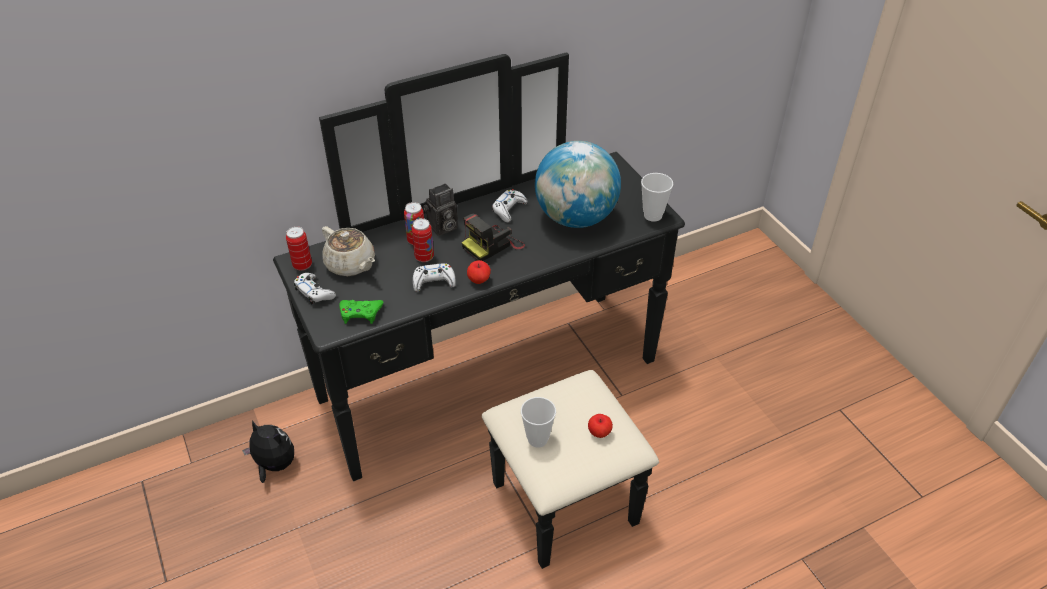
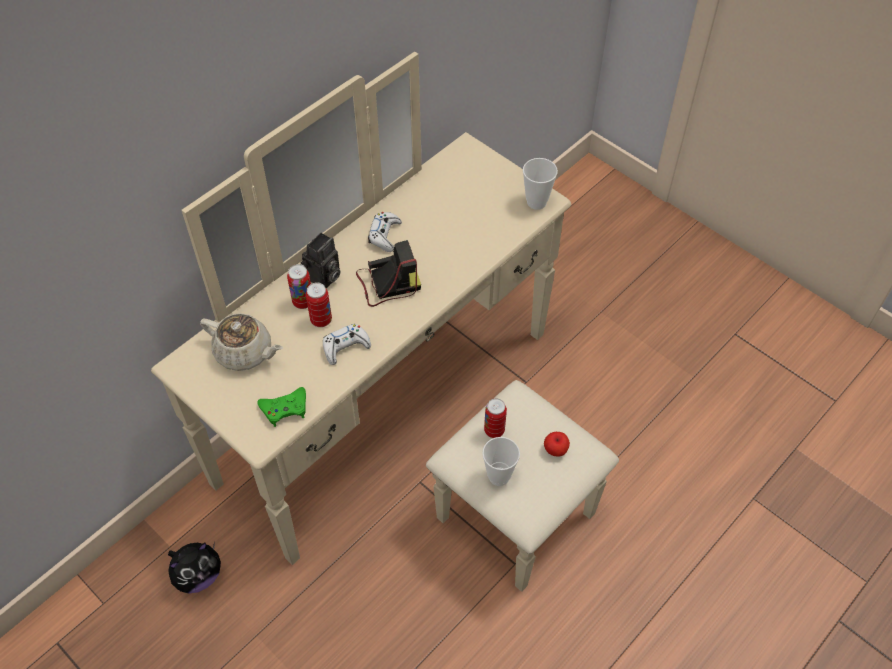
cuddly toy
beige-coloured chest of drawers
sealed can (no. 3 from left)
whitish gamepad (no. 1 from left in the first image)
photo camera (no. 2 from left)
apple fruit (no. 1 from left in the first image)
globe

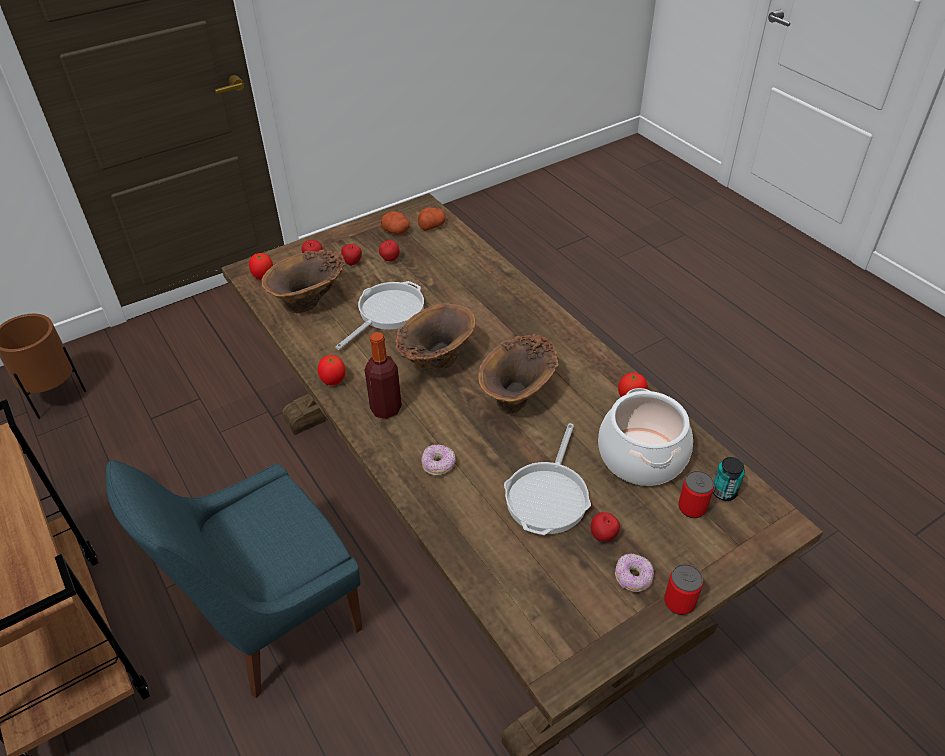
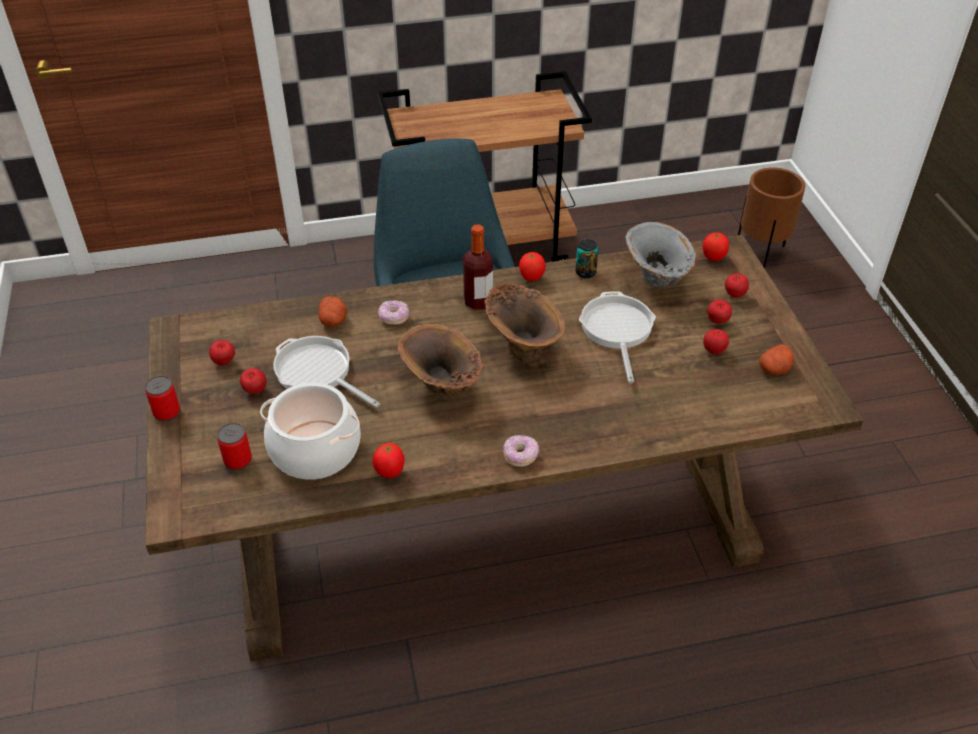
grey decorative vase
pan (no. 2 from left)
spud (no. 1 from left)
donut (no. 2 from left)
sealed can (no. 3 from left)
apple fruit (no. 1 from left)

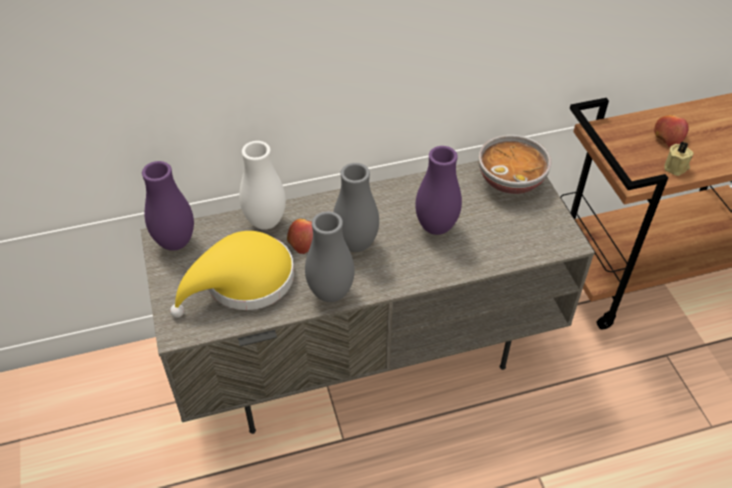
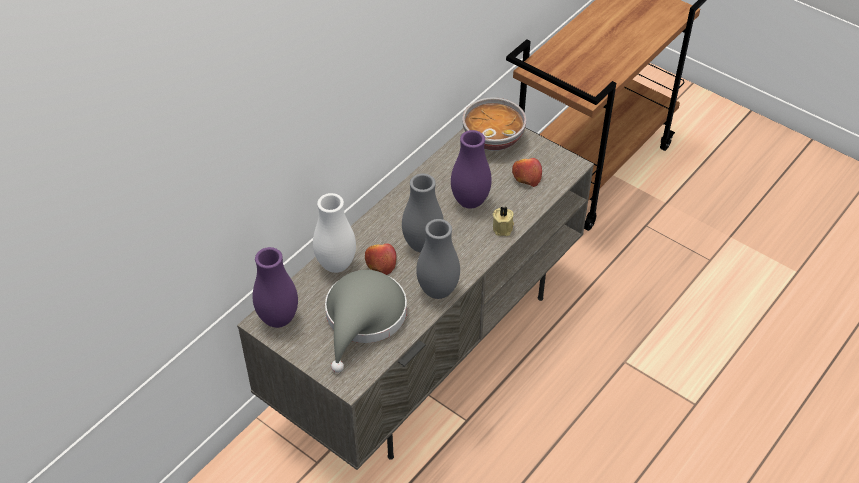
grey hat
apple fruit (no. 2 from left)
beige-coloured candle

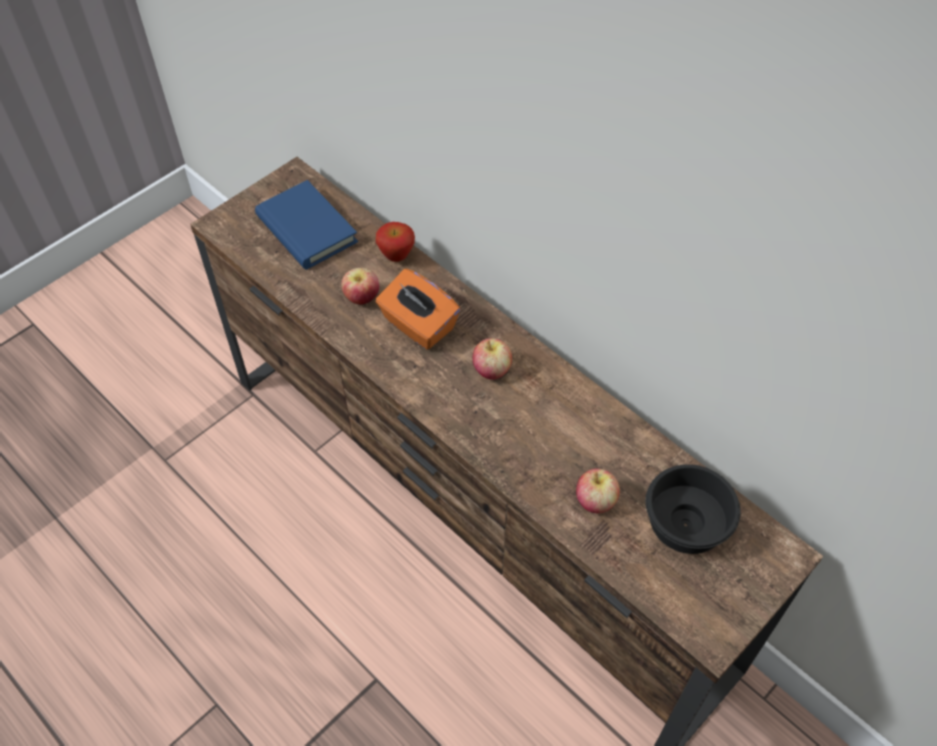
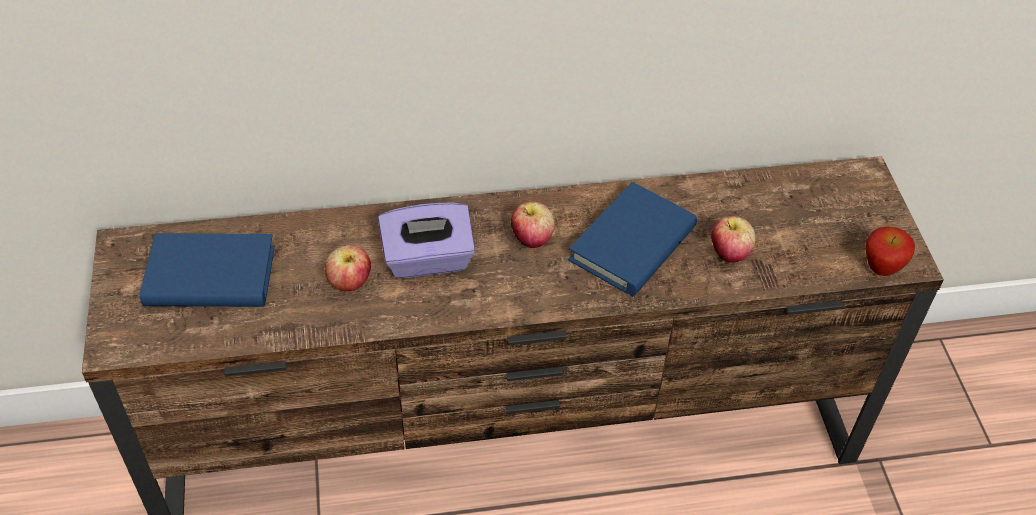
apple fruit (no. 4 from left)
purplish tissue holder
black deep dish
blue-coloured volume (no. 2 from left)

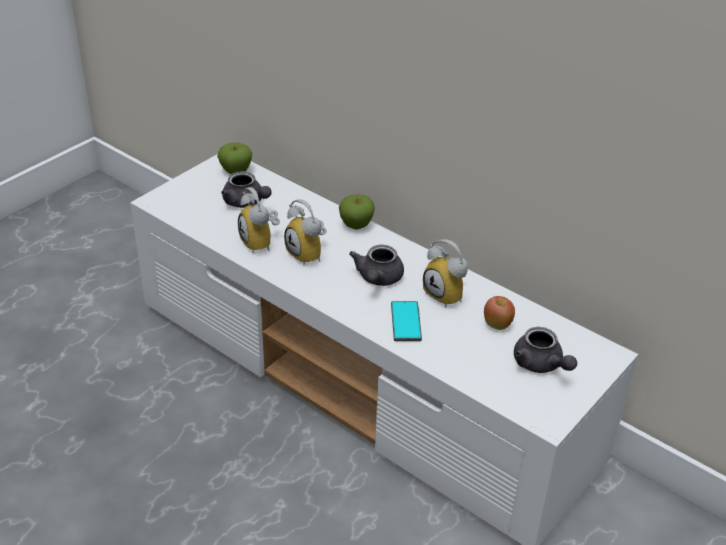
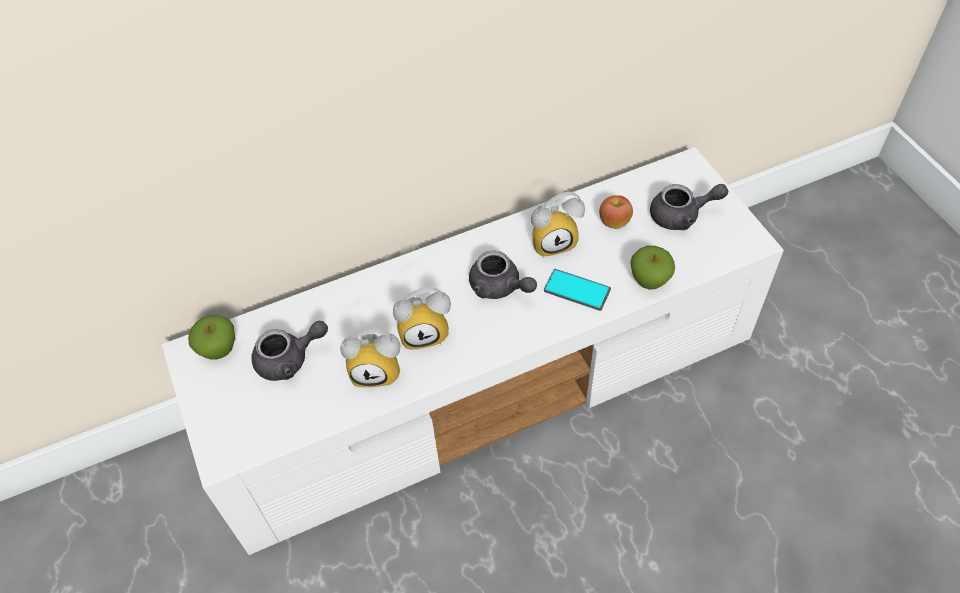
apple fruit (no. 3 from left)

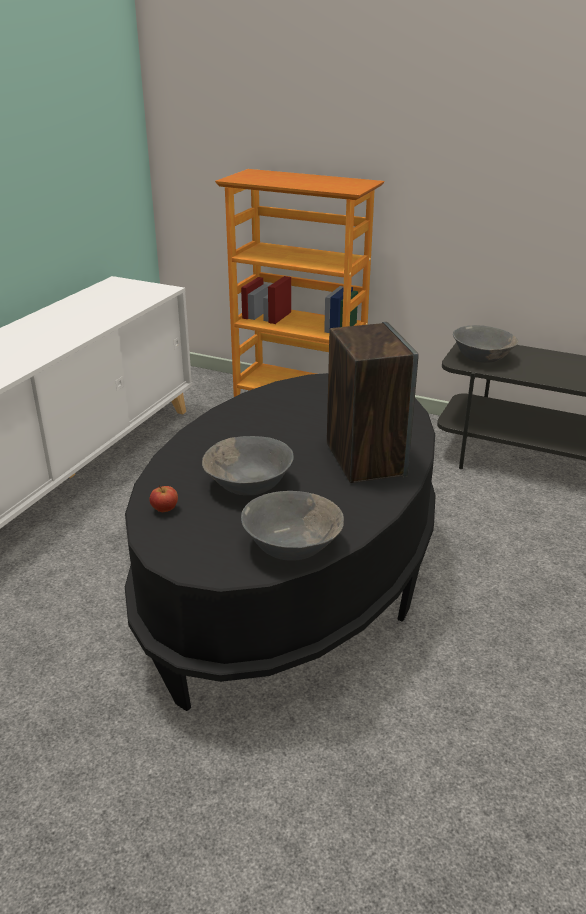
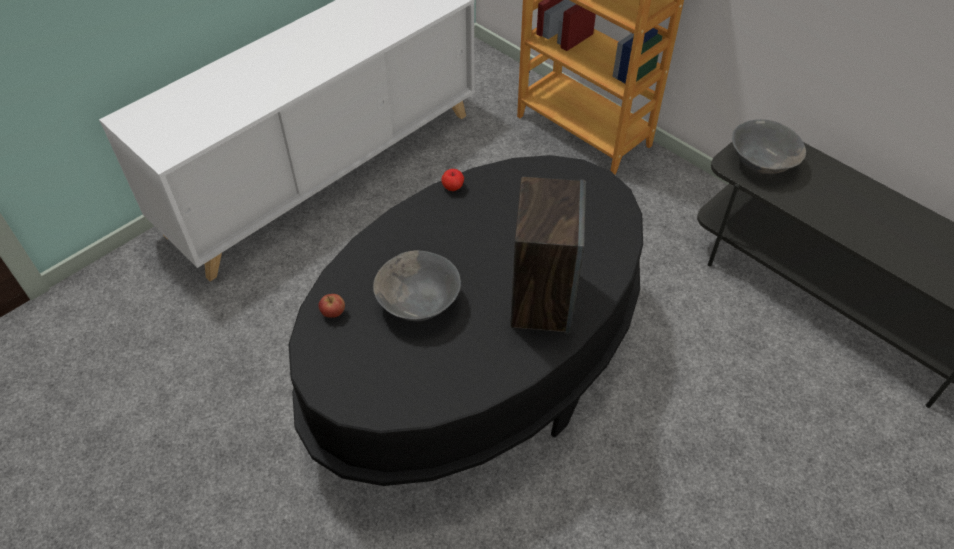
grey deep dish (no. 2 from left in the first image)
apple fruit (no. 2 from left)

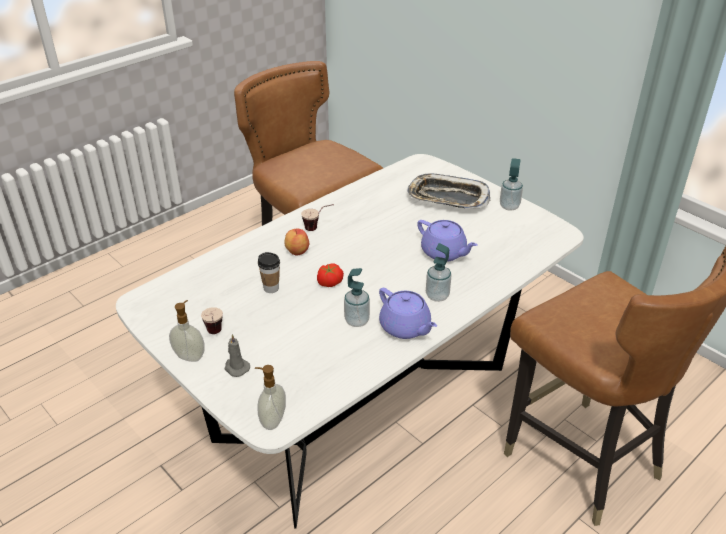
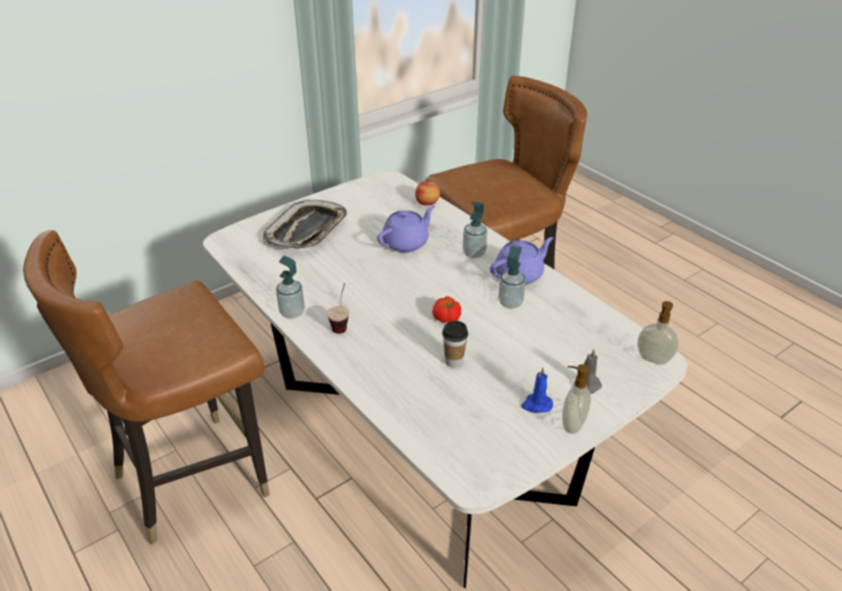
blue-coloured candle
apple fruit
soap dispenser (no. 1 from left)

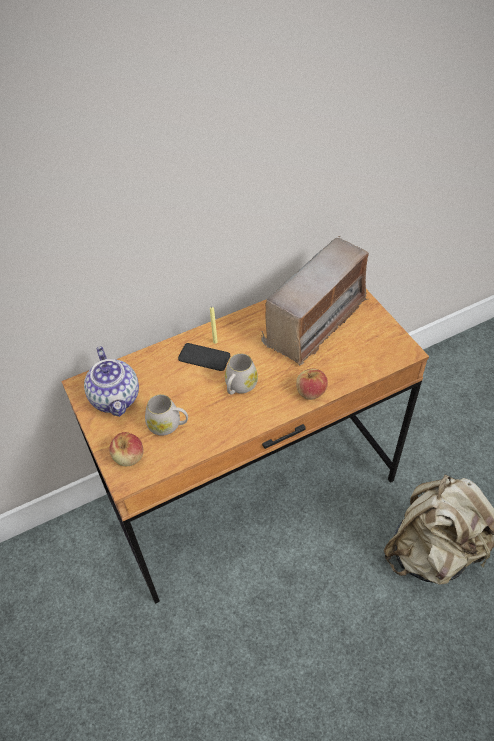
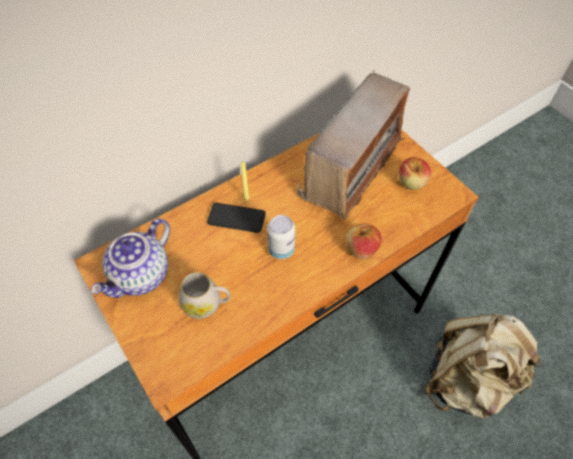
tea pot
apple fruit (no. 2 from left)
sealed can

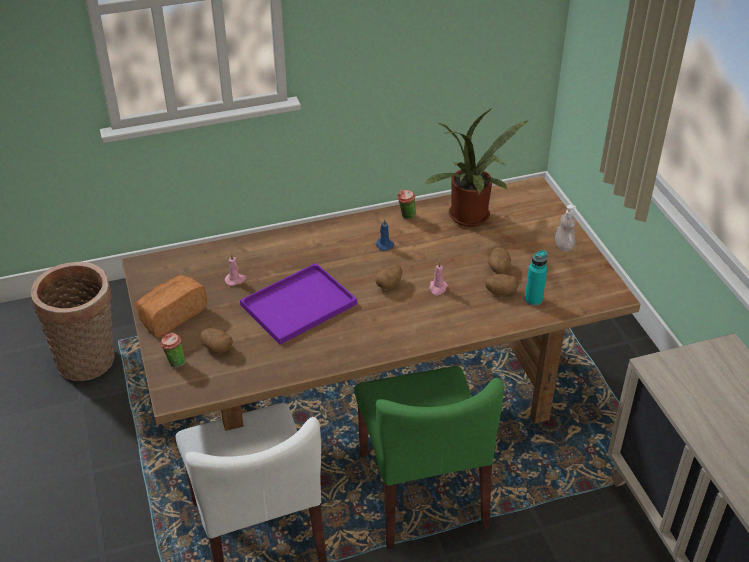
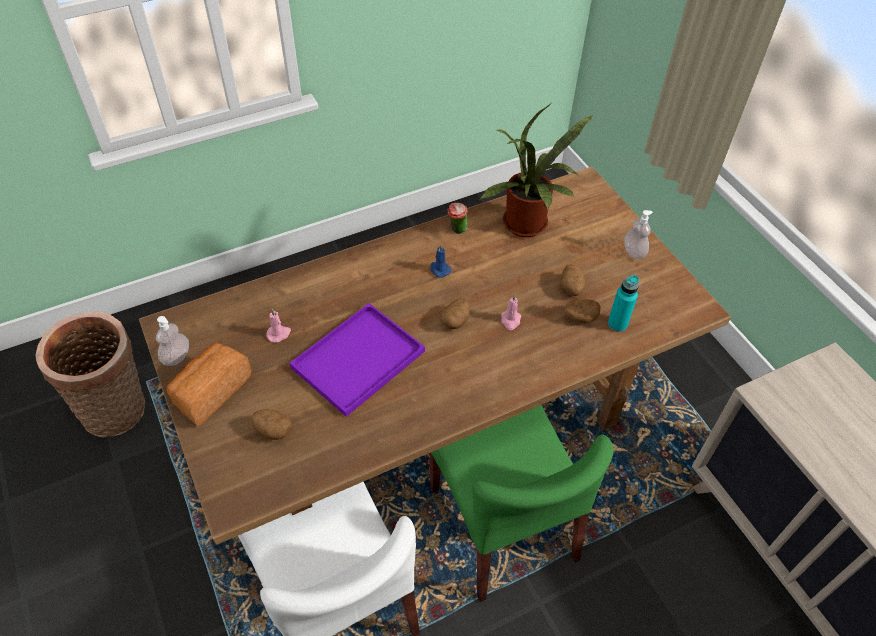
small cup (no. 1 from left in the first image)
soap dispenser (no. 1 from left)

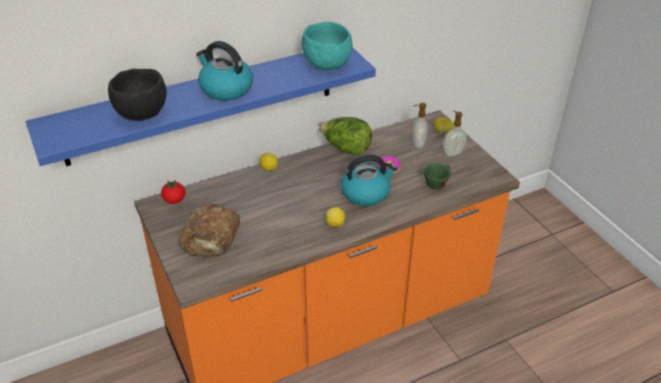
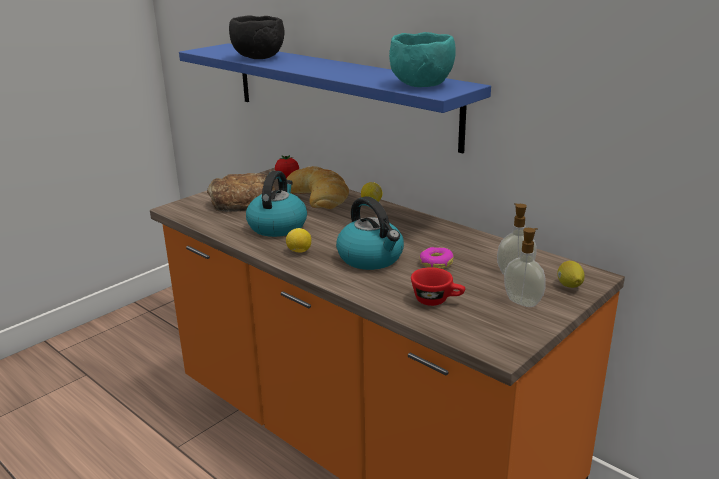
kettle (no. 1 from left)
lettuce
red-coloured small cup
bread (no. 2 from left)

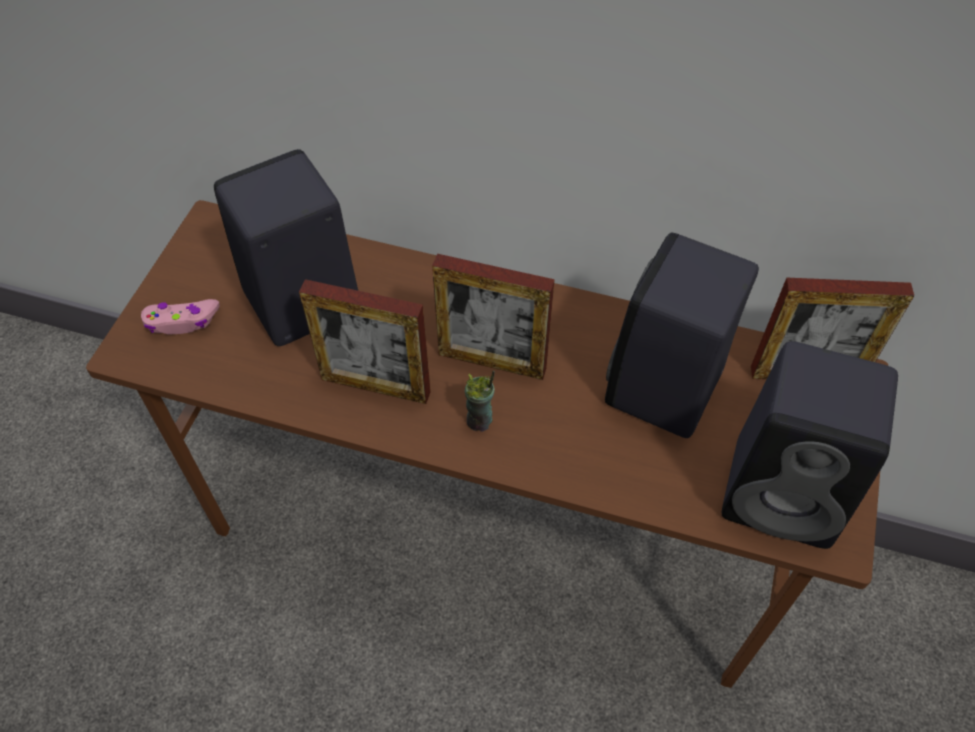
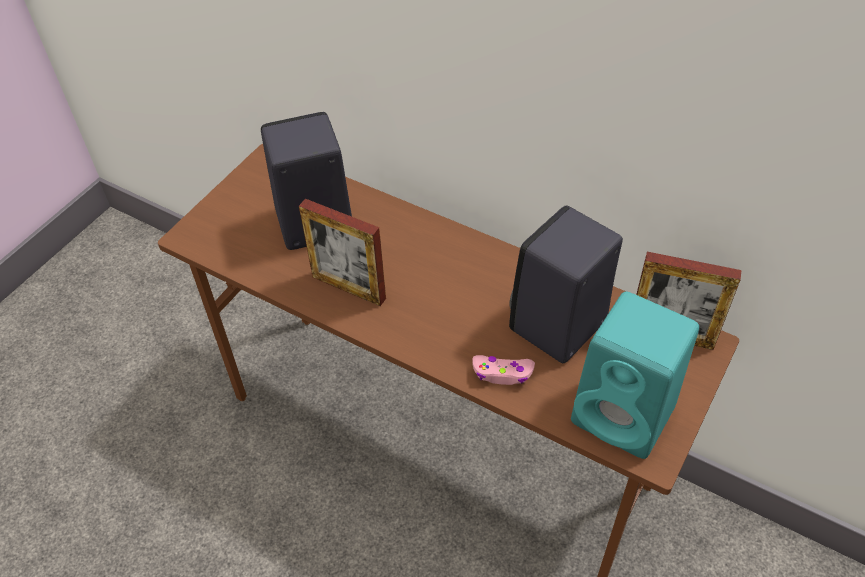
pink gamepad
photo frame (no. 2 from left in the first image)
small cup
blue-green speaker

